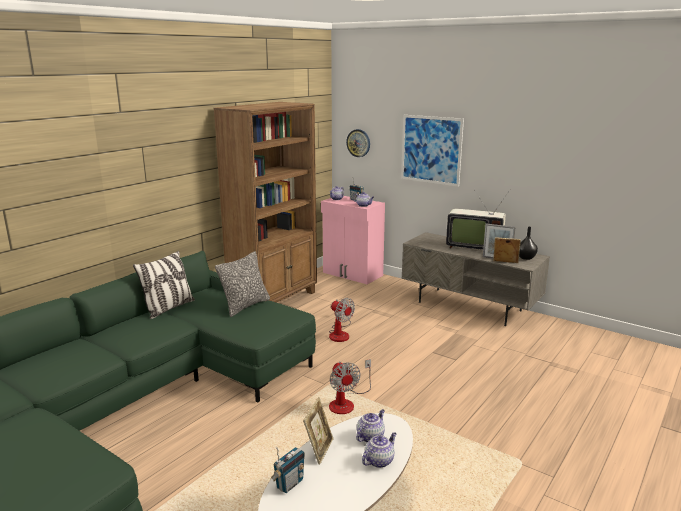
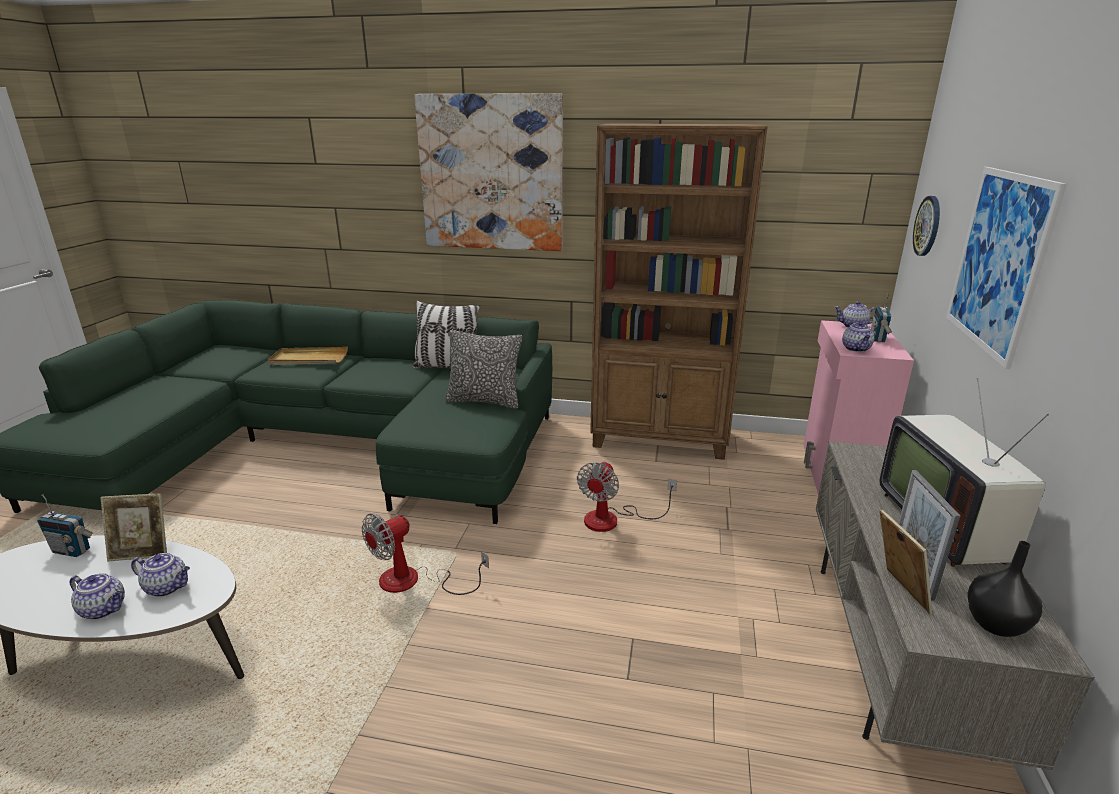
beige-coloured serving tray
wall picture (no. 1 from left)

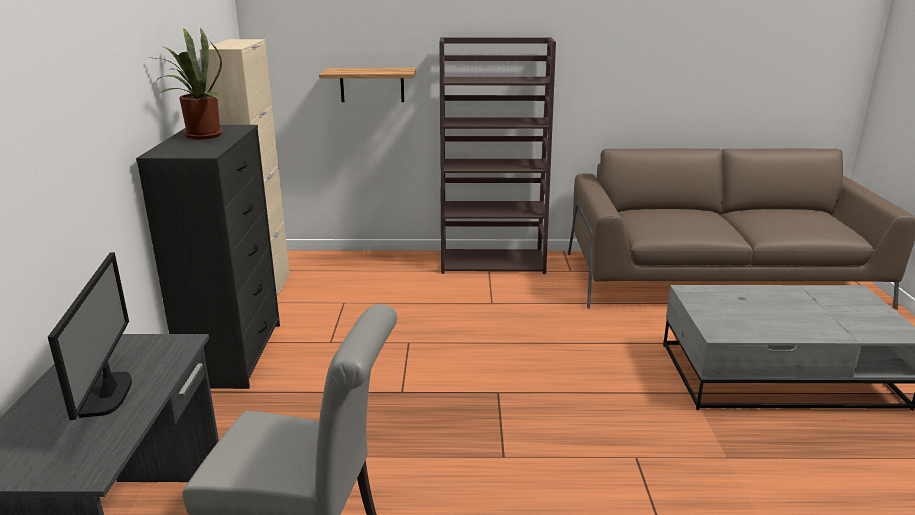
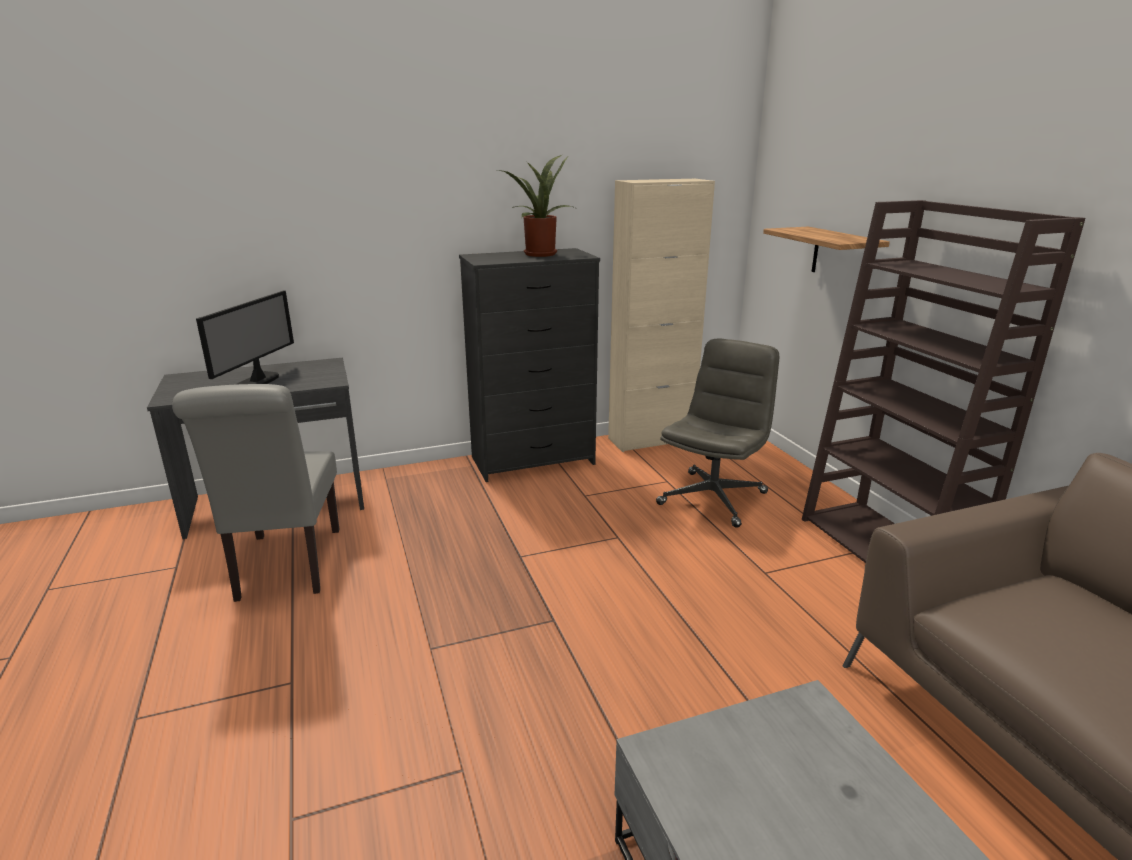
monitor
grey computer chair

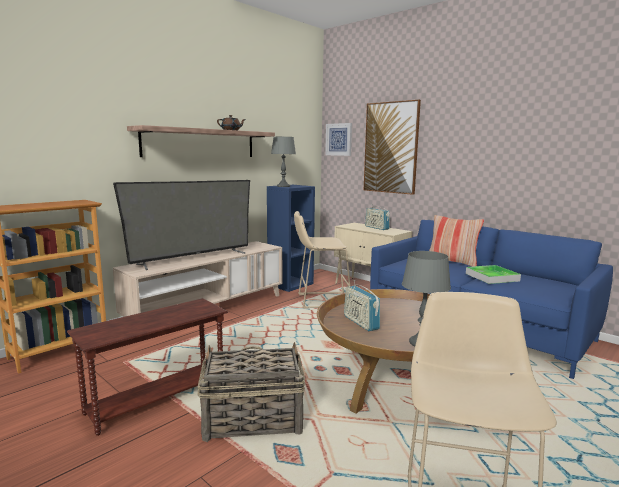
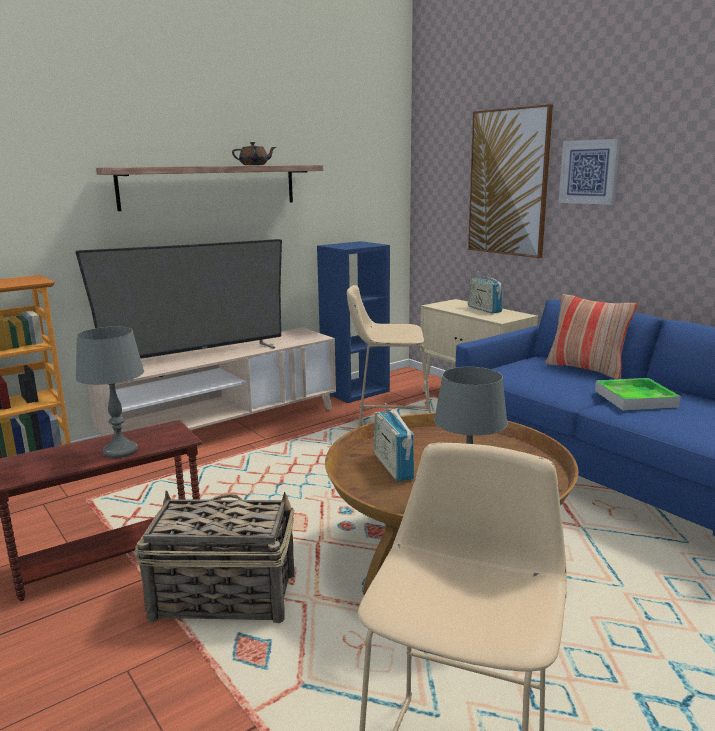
grey table lamp (no. 1 from left)
wall picture (no. 2 from left)

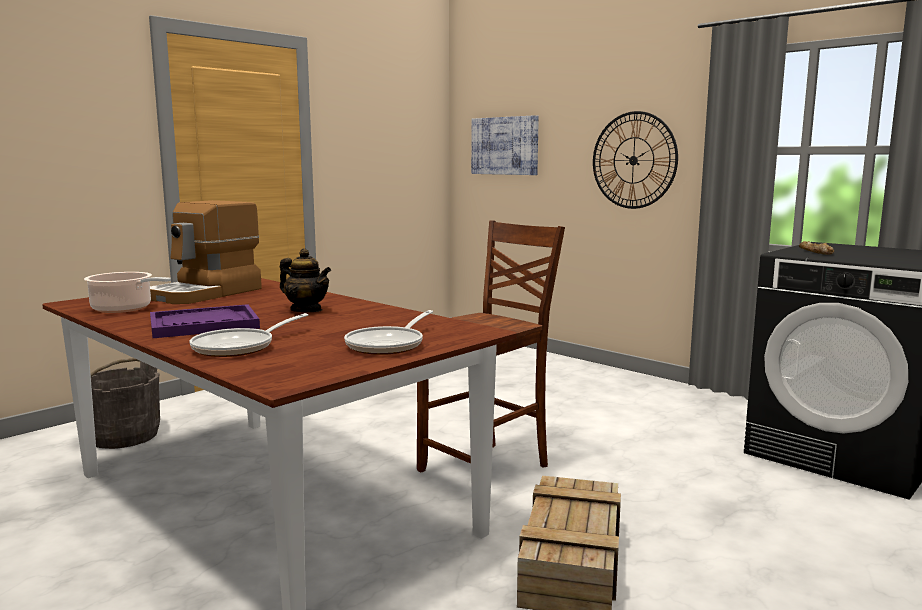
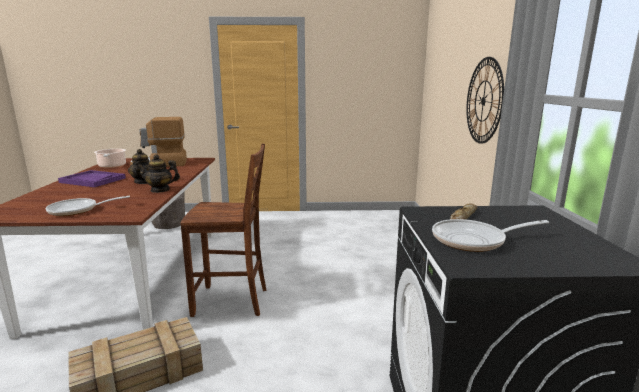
pan (no. 2 from left)
wall picture
tea pot (no. 2 from left)

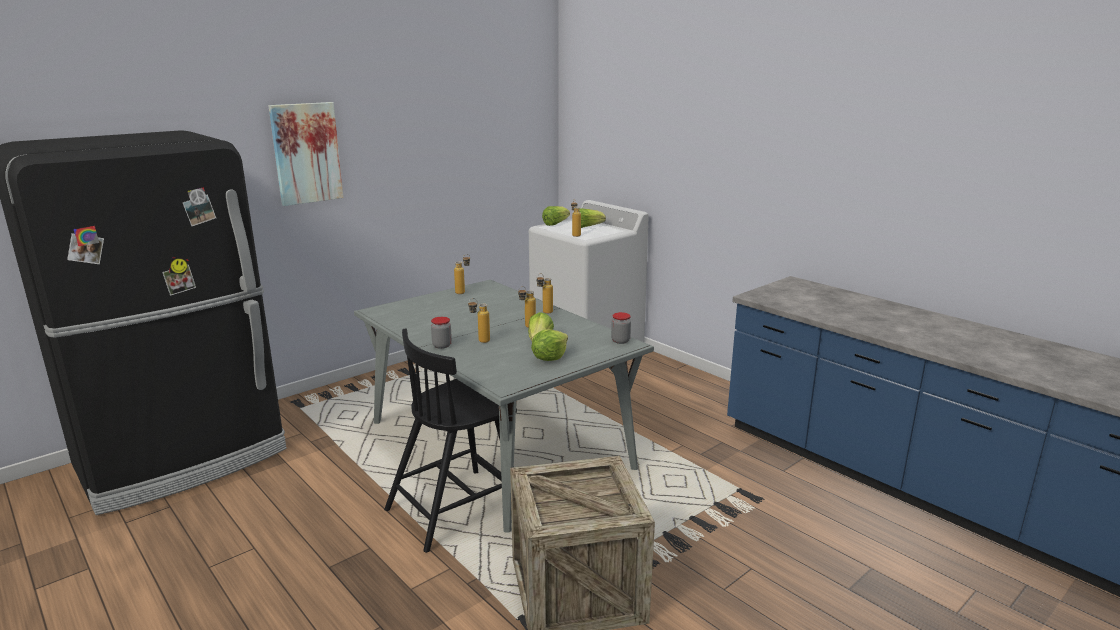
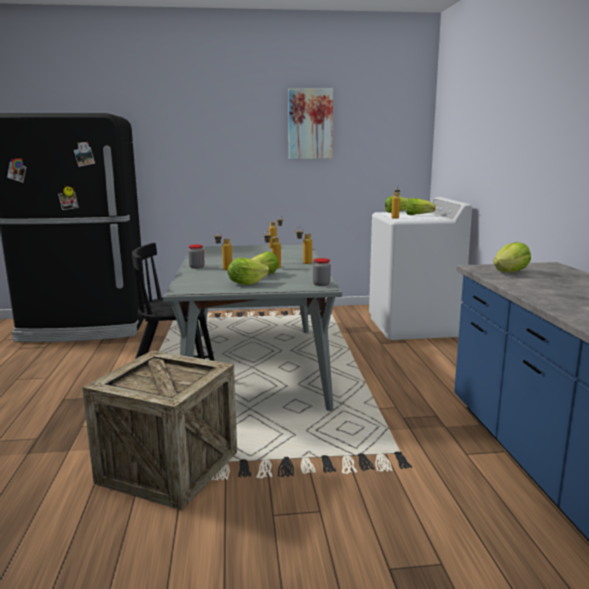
wall picture
lettuce (no. 5 from left)

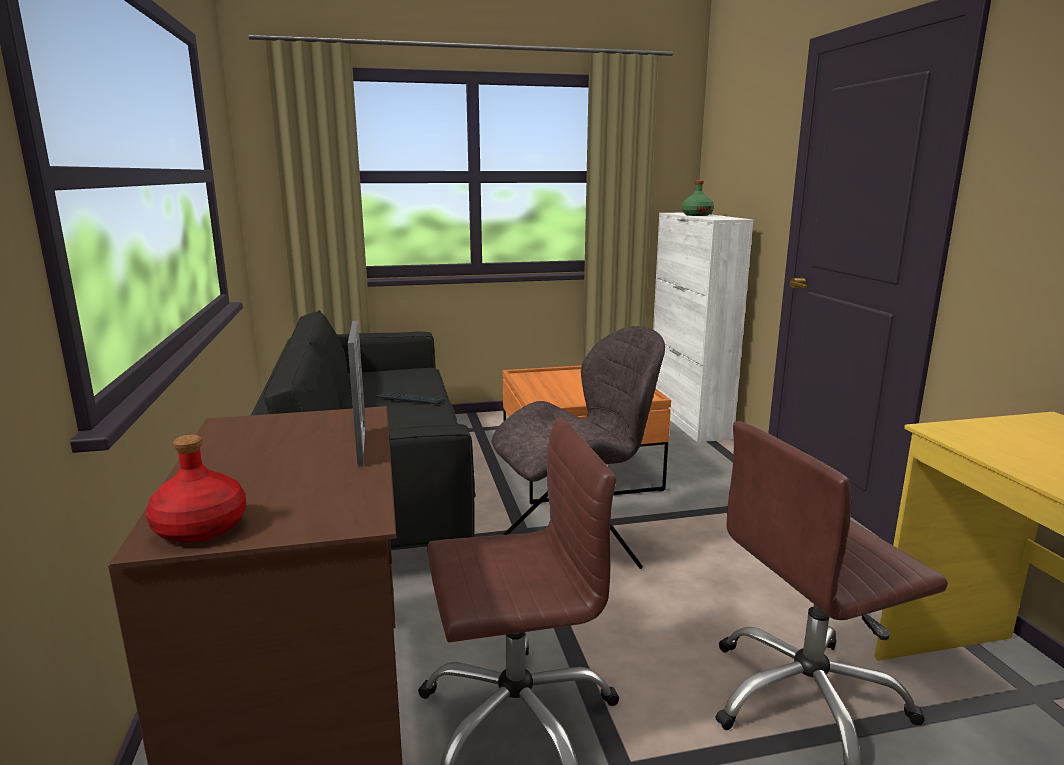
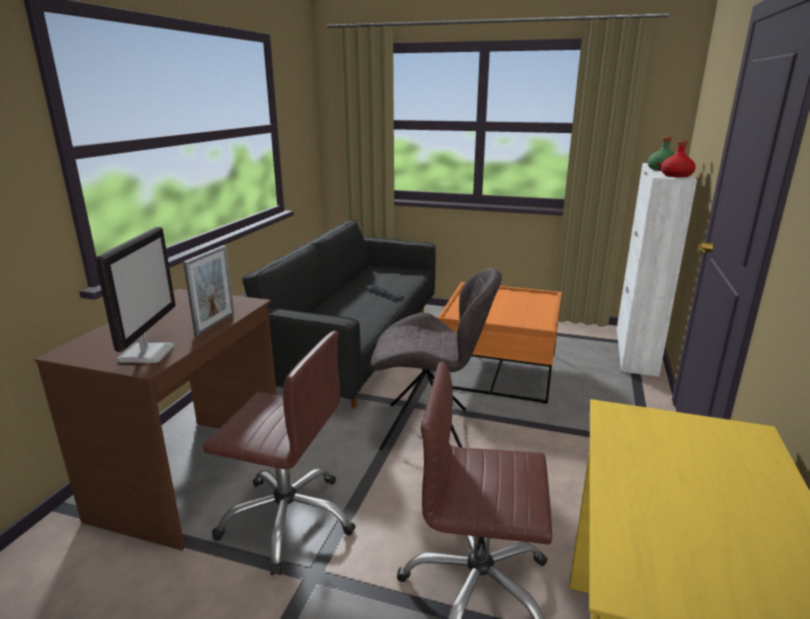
red-coloured drink bottle
monitor

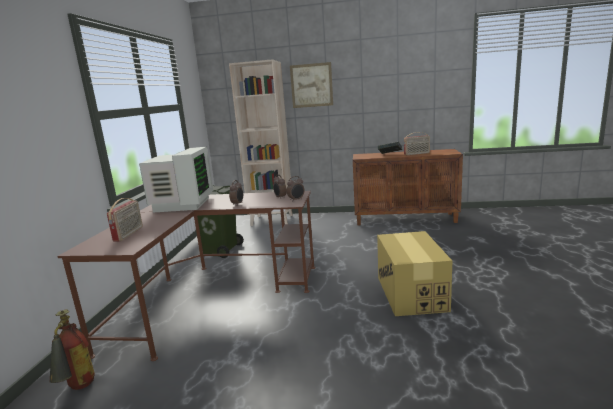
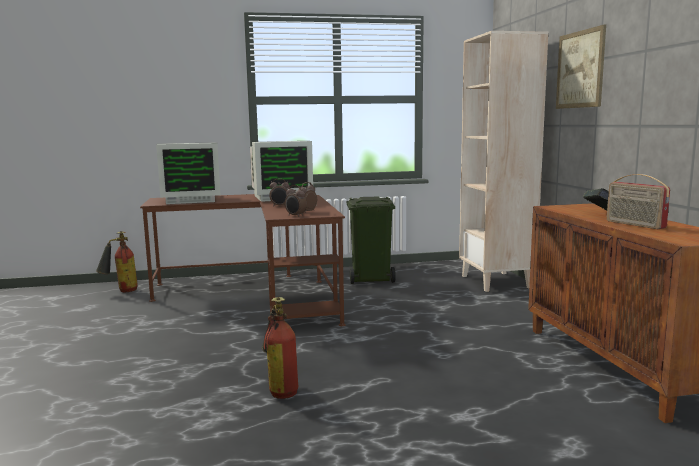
monitor (no. 1 from left)
fire extinguisher (no. 2 from left)

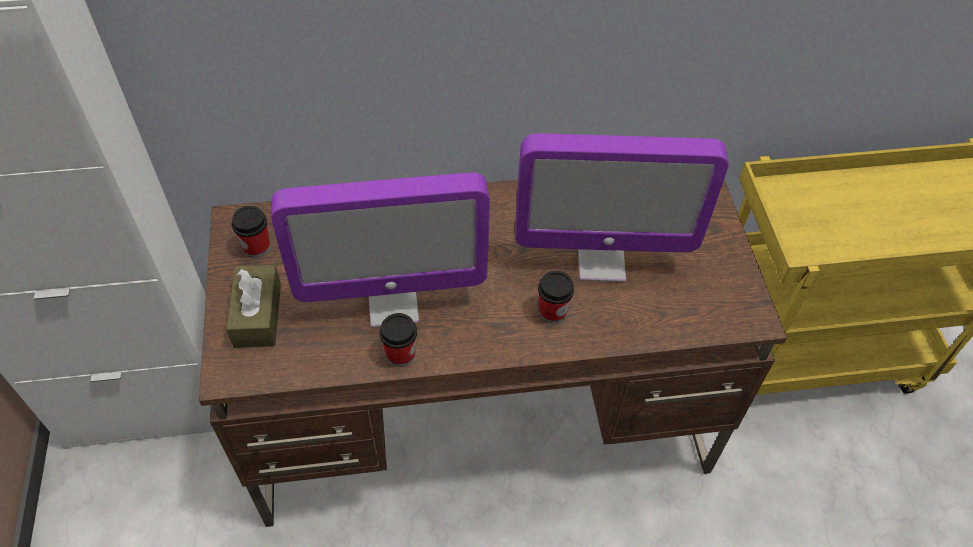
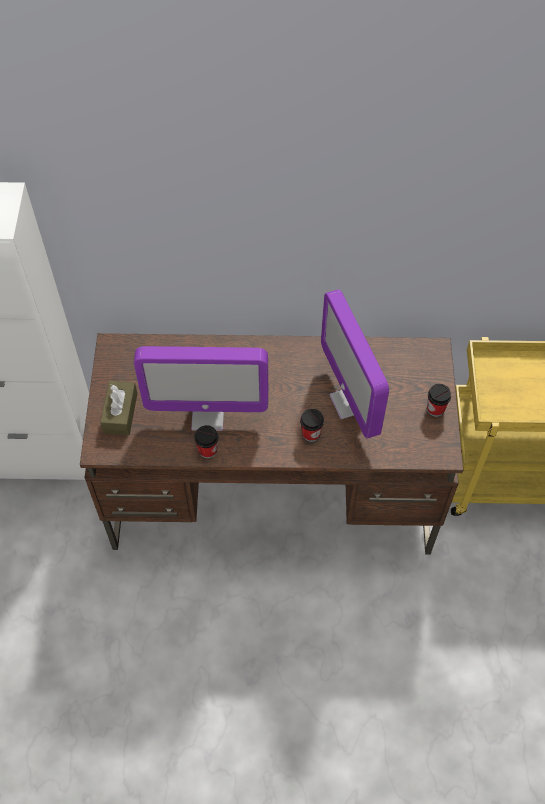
small cup (no. 3 from left)
monitor (no. 2 from left)

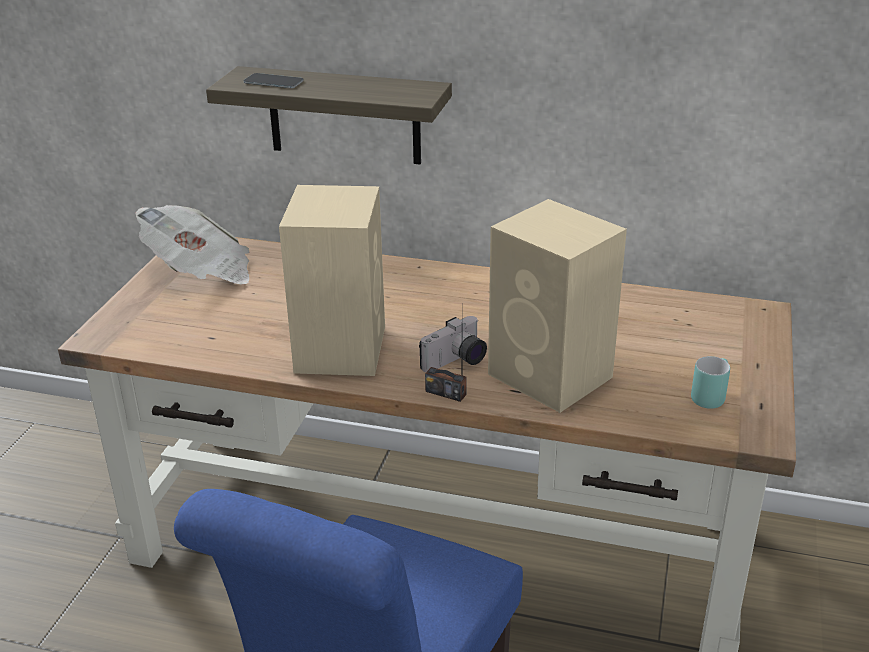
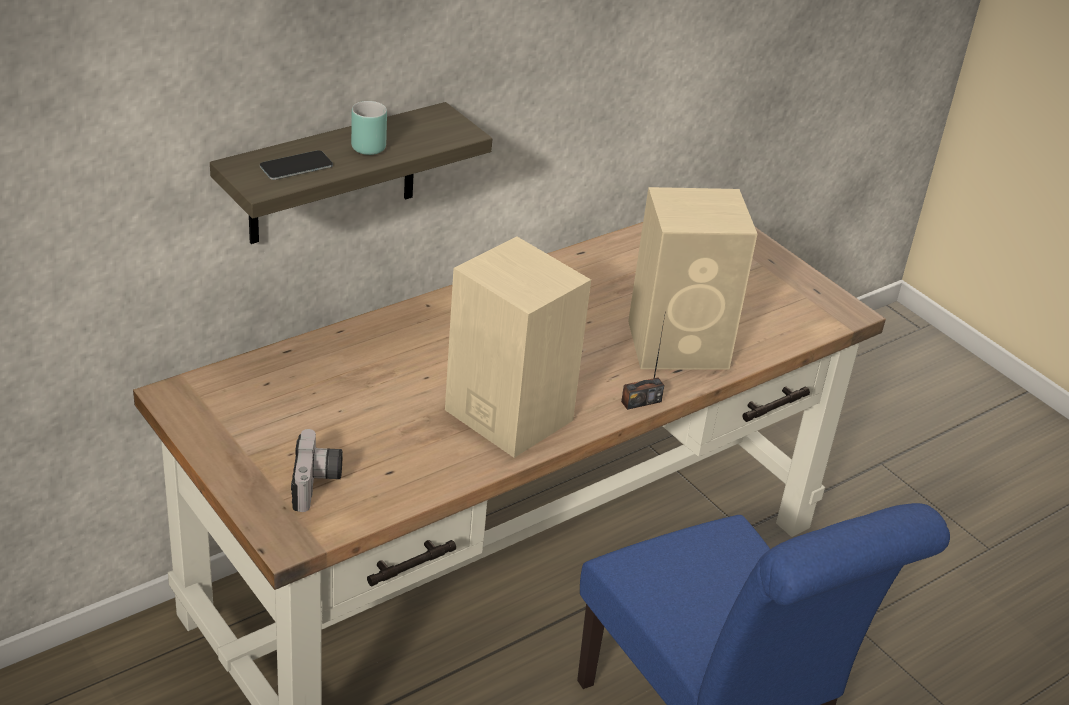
printed paper
photo camera
blue-green mug

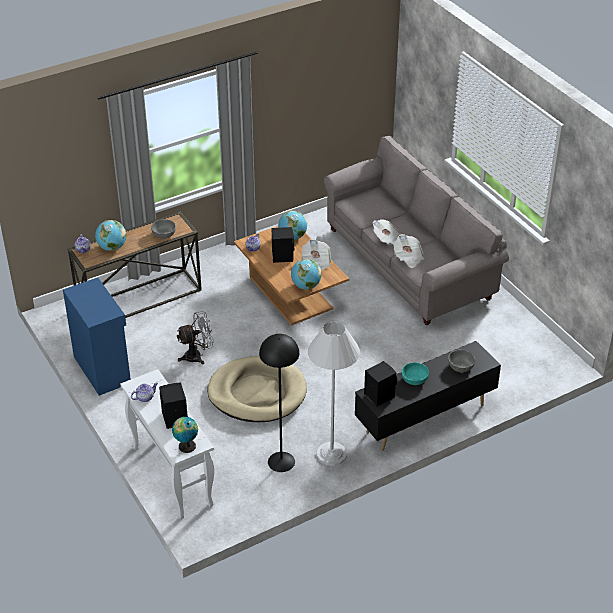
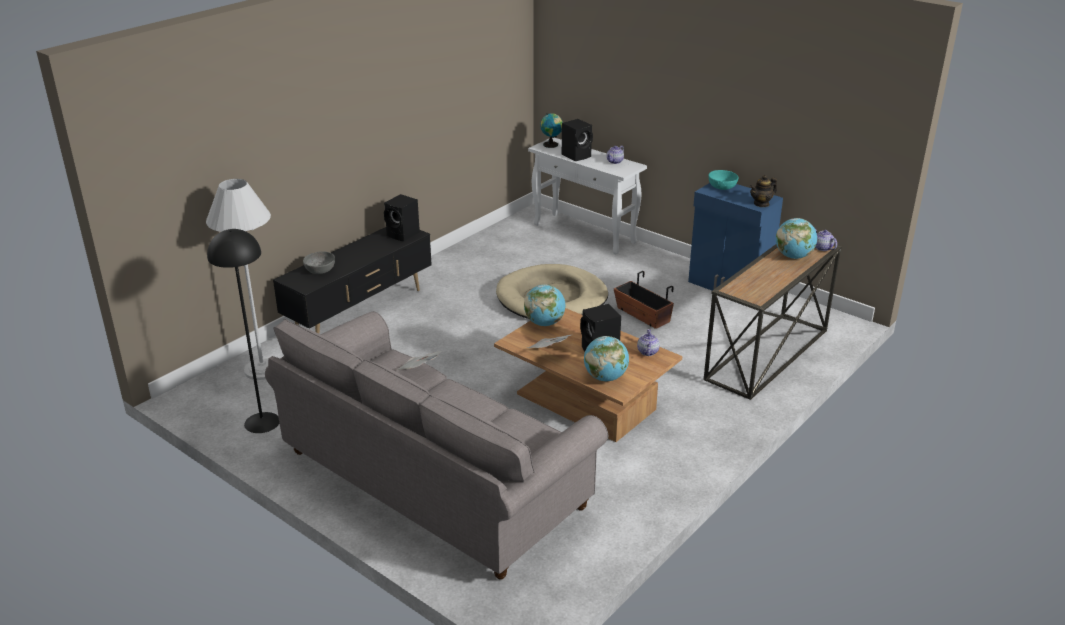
grey deep dish (no. 1 from left in the first image)
planter
black standing lamp
whitish standing lamp
printed paper (no. 2 from left in the first image)
blue-green deep dish
tea pot (no. 3 from left)

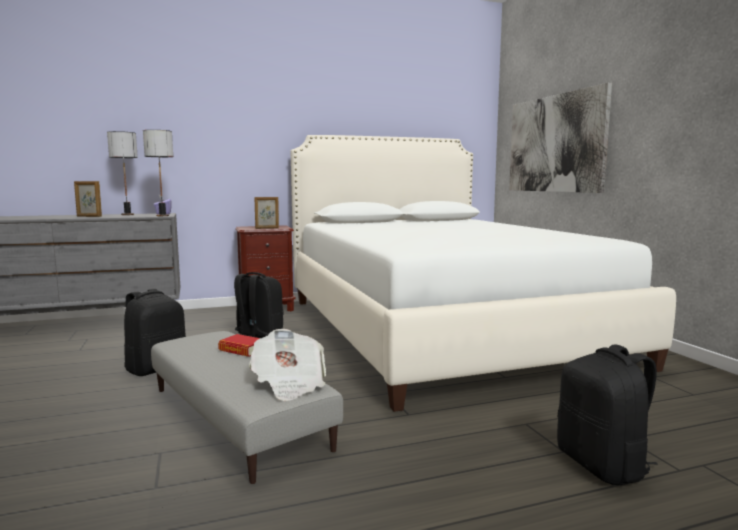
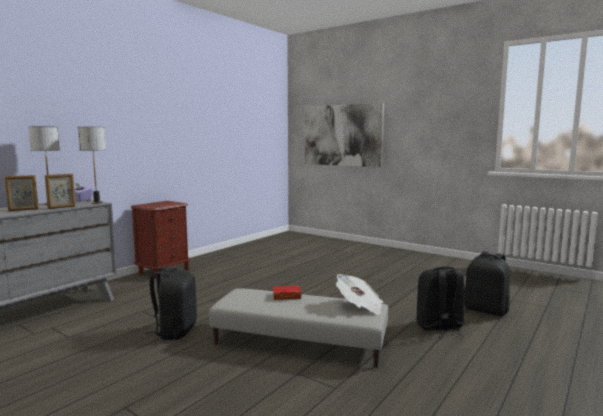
black rucksack (no. 2 from left)
photo frame (no. 2 from left)
whitish bedroom bed

